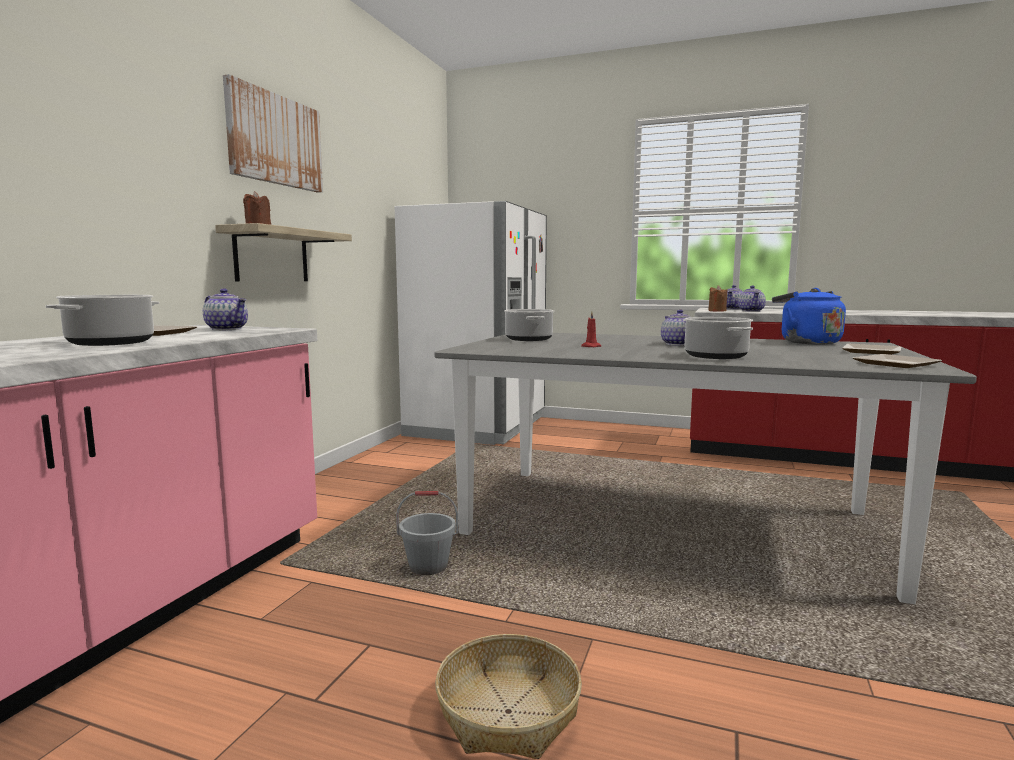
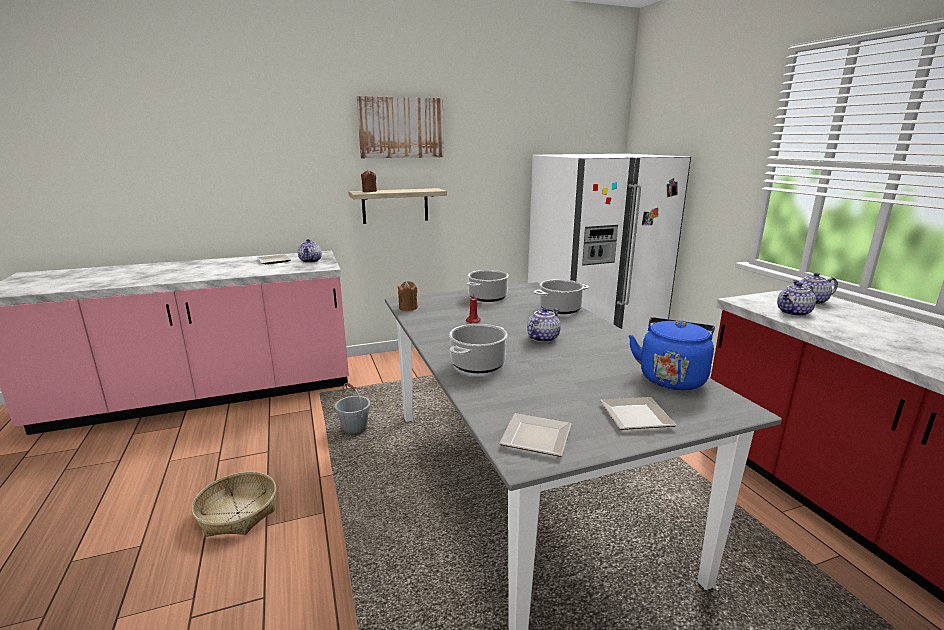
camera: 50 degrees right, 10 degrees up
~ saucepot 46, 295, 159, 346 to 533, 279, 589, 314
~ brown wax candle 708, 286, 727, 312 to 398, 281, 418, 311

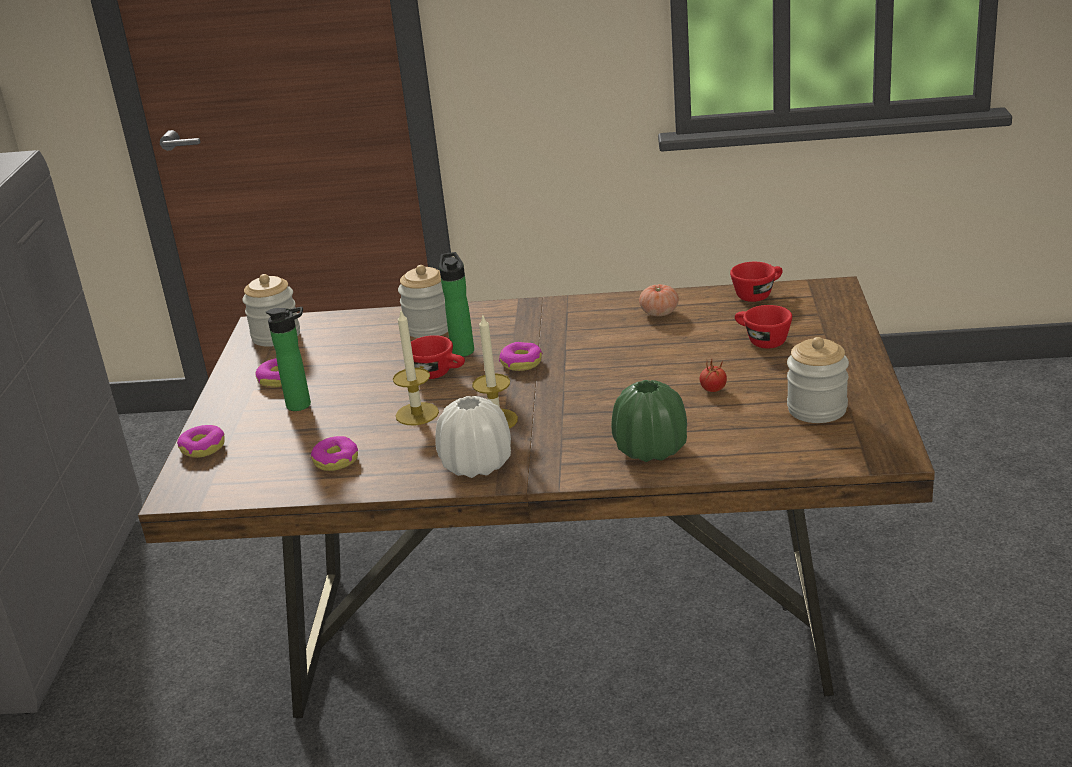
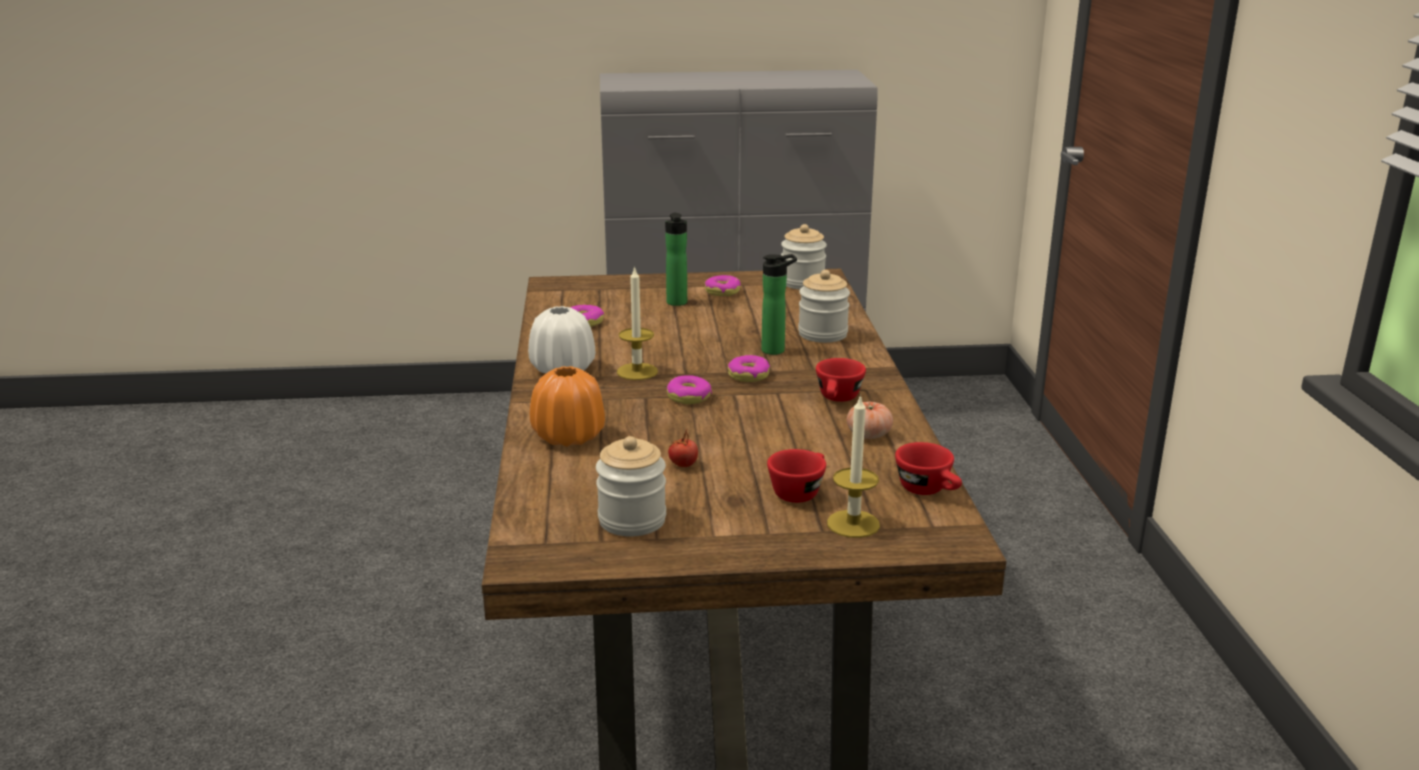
camera: 80 degrees right, 5 degrees down
~ donut 177, 425, 225, 458 to 667, 375, 712, 404
~ wax candle 393, 311, 439, 425 to 827, 394, 880, 538
~ red-coloured cup 411, 335, 465, 379 to 816, 358, 866, 402
~ green-coloured vase 611, 380, 687, 462 to orange-coloured vase 530, 366, 605, 447

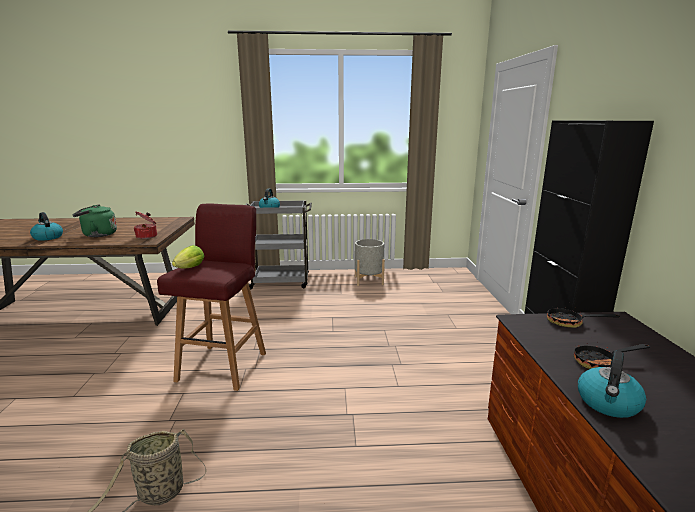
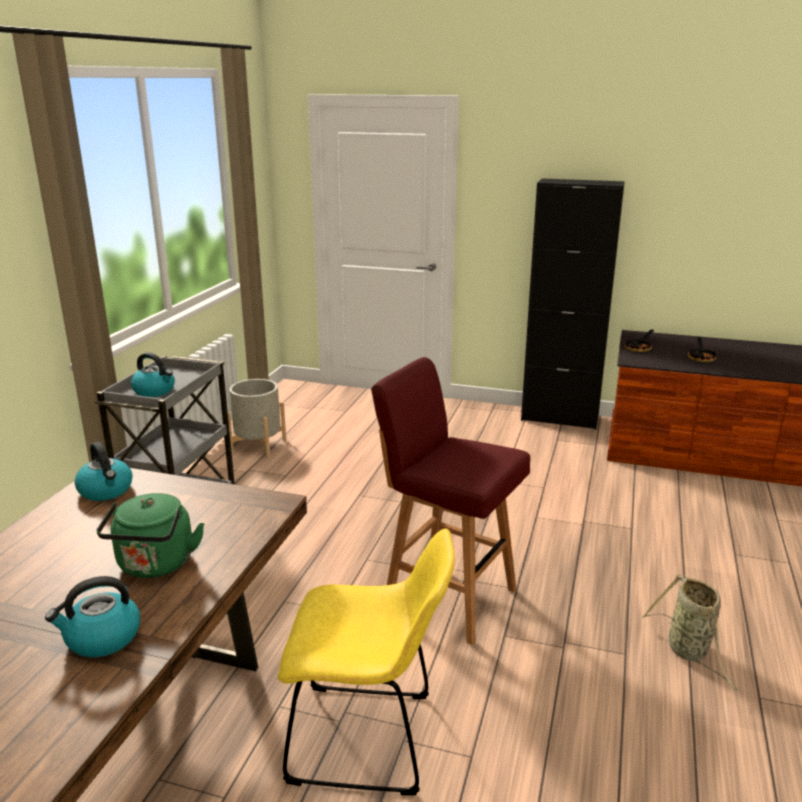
camera: 70 degrees left, 5 degrees up
- saucepot 133, 212, 157, 239
- lettuce 172, 245, 204, 268
~ tea kettle 578, 351, 646, 418 to 75, 442, 133, 501
+ yellow plain chair 278, 528, 455, 795

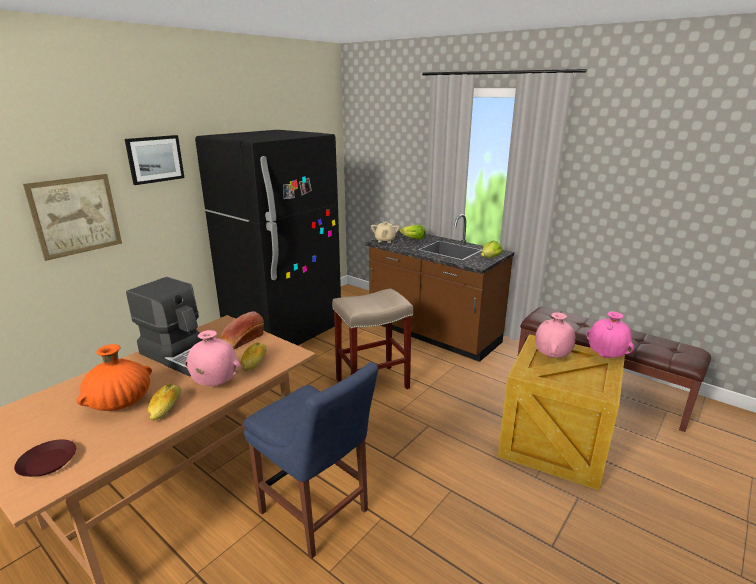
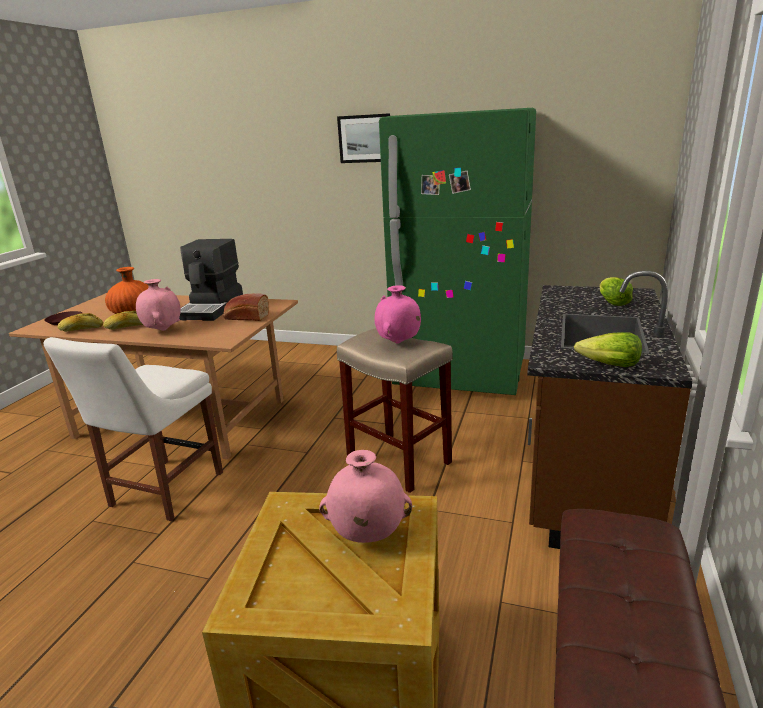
camera: 70 degrees right, 0 degrees up
- picture 23, 174, 122, 261
~ blackish kitchen fridge 195, 130, 341, 345 to green-coloured kitchen fridge 379, 108, 536, 395
~ baked bread 241, 342, 267, 371 to 58, 313, 103, 332
~ blue-coloured plain chair 244, 362, 378, 559 to whitish plain chair 44, 337, 223, 521
- sand-coloured tea pot 371, 222, 400, 243
~ pink vase 586, 311, 634, 358 to 375, 285, 421, 344

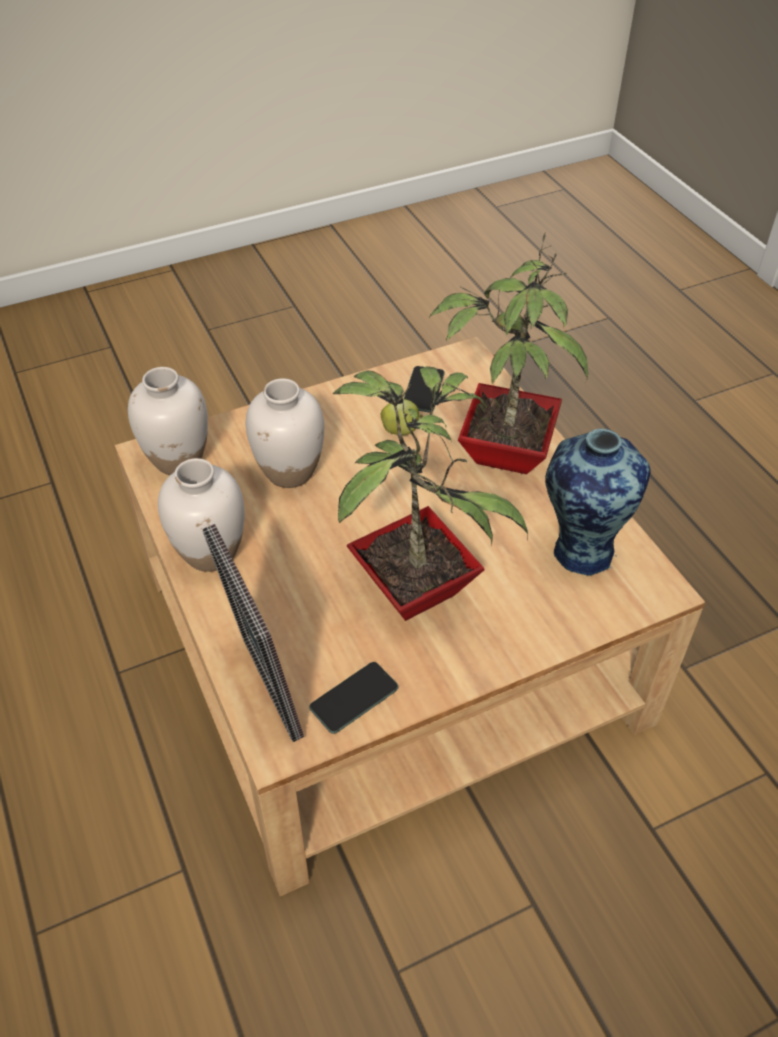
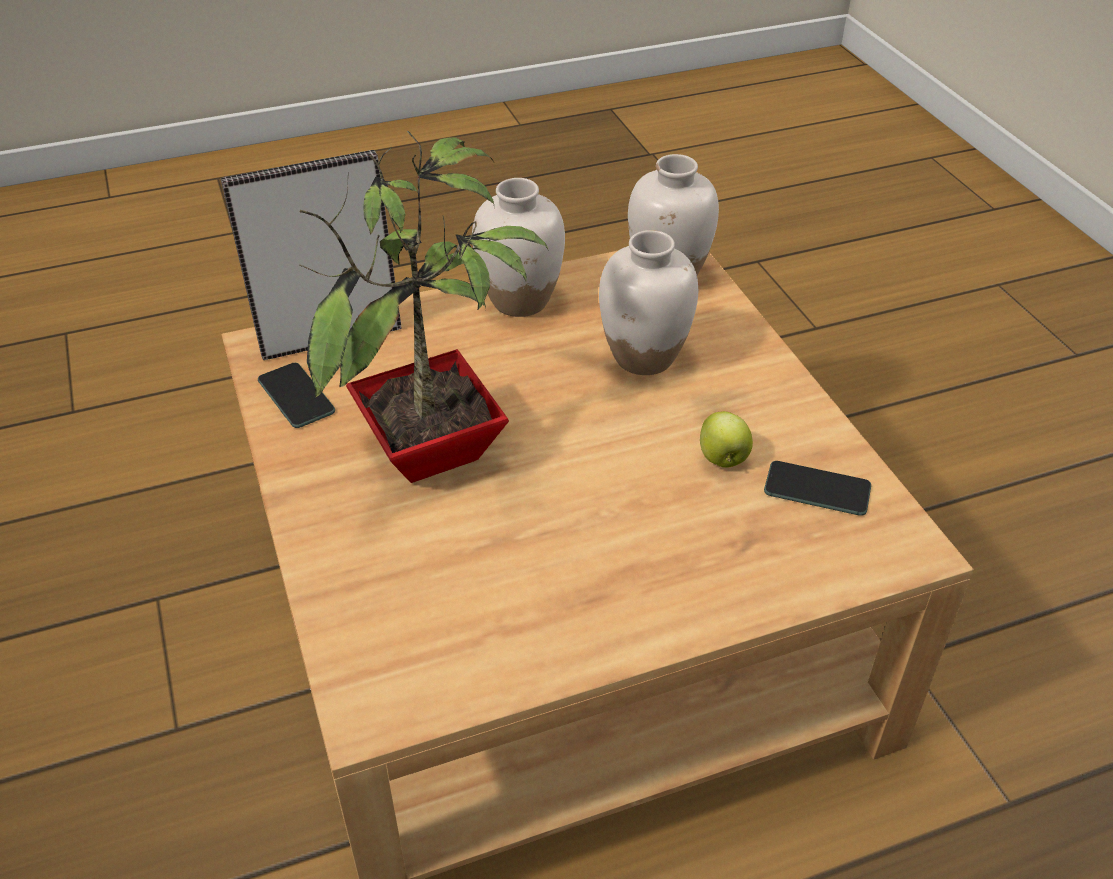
camera: 95 degrees right, 5 degrees down
- houseplant 429, 233, 588, 474
- vase 545, 429, 651, 576

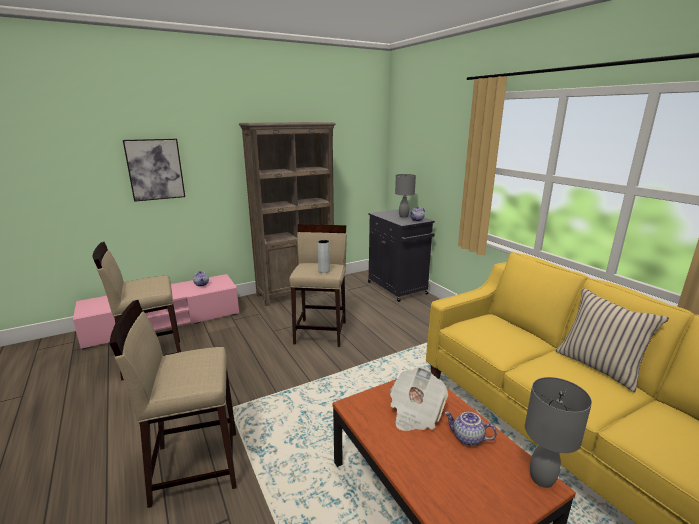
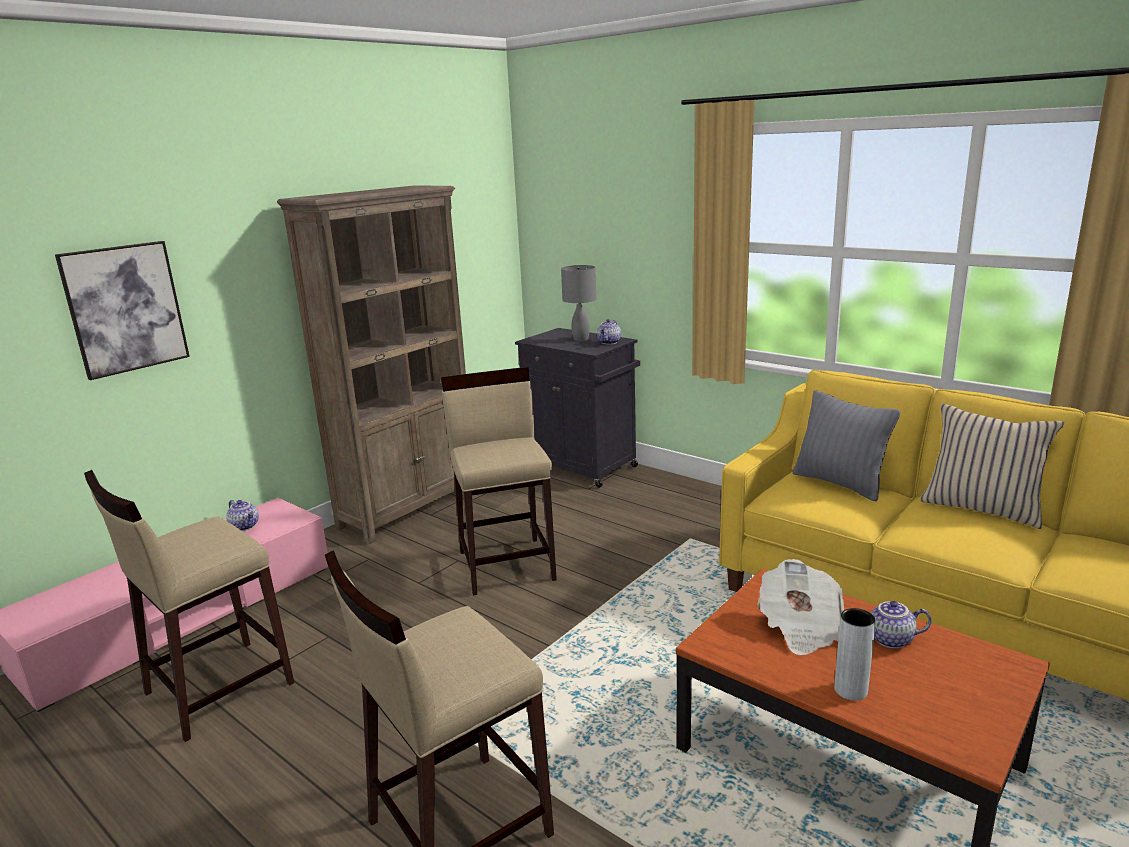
camera: 20 degrees left, 0 degrees up
~ gray vase 318, 240, 330, 273 to 834, 608, 876, 701
- gray tabletop lamp 525, 377, 592, 488
+ gray throw pillow 792, 390, 901, 501

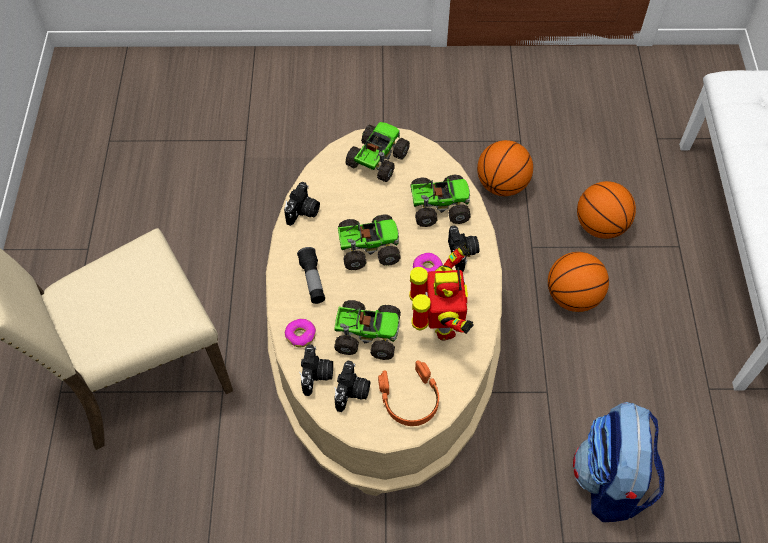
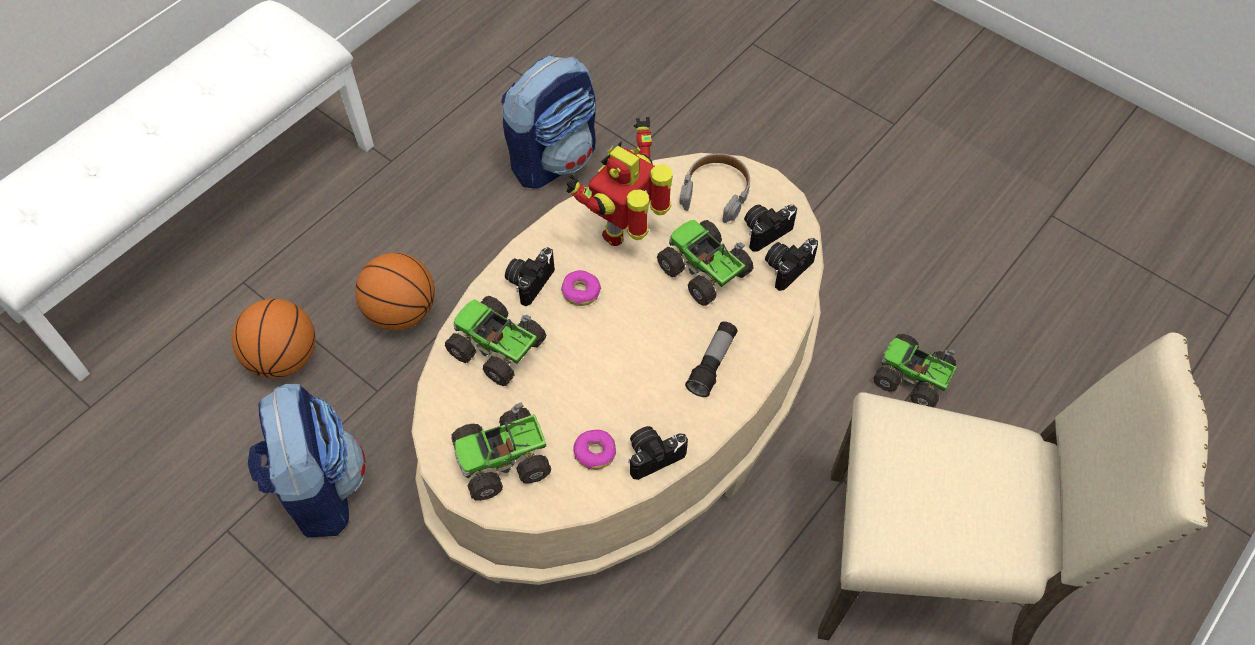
camera: 140 degrees left, 0 degrees up
~ donut 285, 319, 316, 347 to 573, 430, 616, 470
~ toy lorry 338, 215, 401, 270 to 873, 334, 957, 407
~ orange-coloured pair of headphones 378, 360, 439, 426 to gray pair of headphones 679, 153, 750, 223
~ ball for basketball 477, 140, 533, 196 to backpack 248, 384, 366, 537

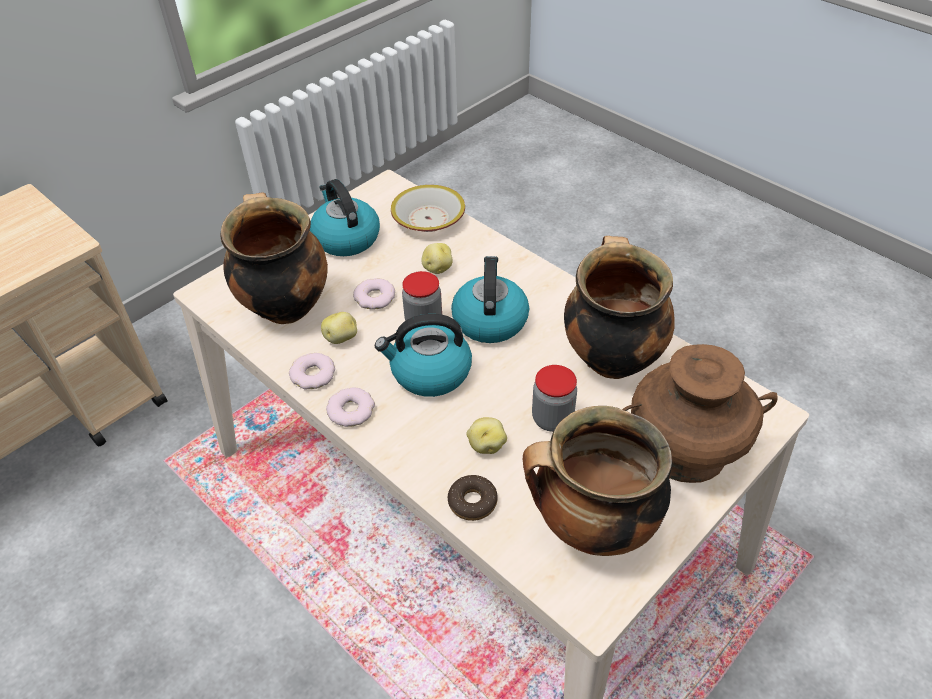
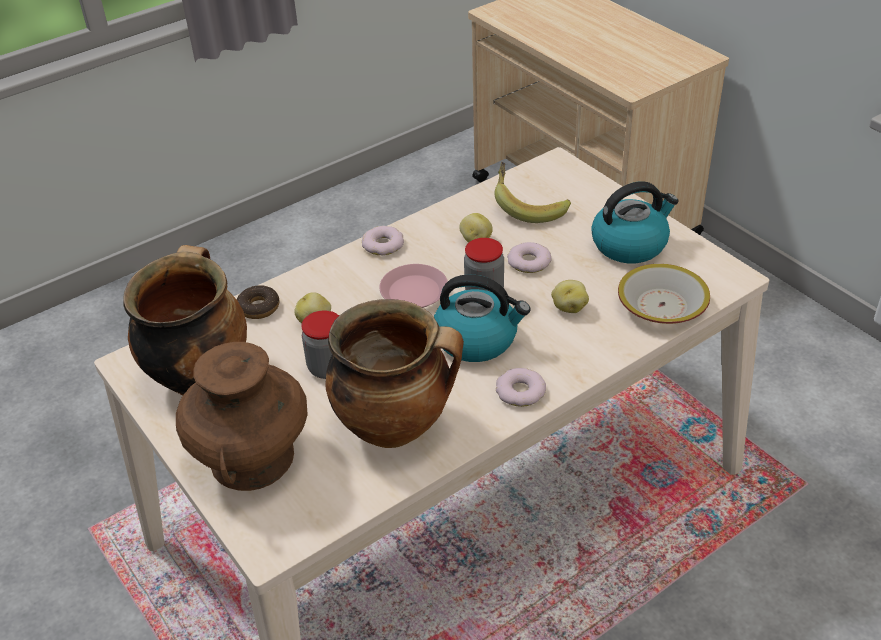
camera: 100 degrees right, 5 degrees down
~ saucepot 220, 192, 328, 324 to whole banana 494, 162, 571, 223
~ donut 289, 353, 335, 389 to 496, 368, 546, 407
~ tea kettle 375, 314, 472, 397 to pink plate 379, 264, 448, 308

